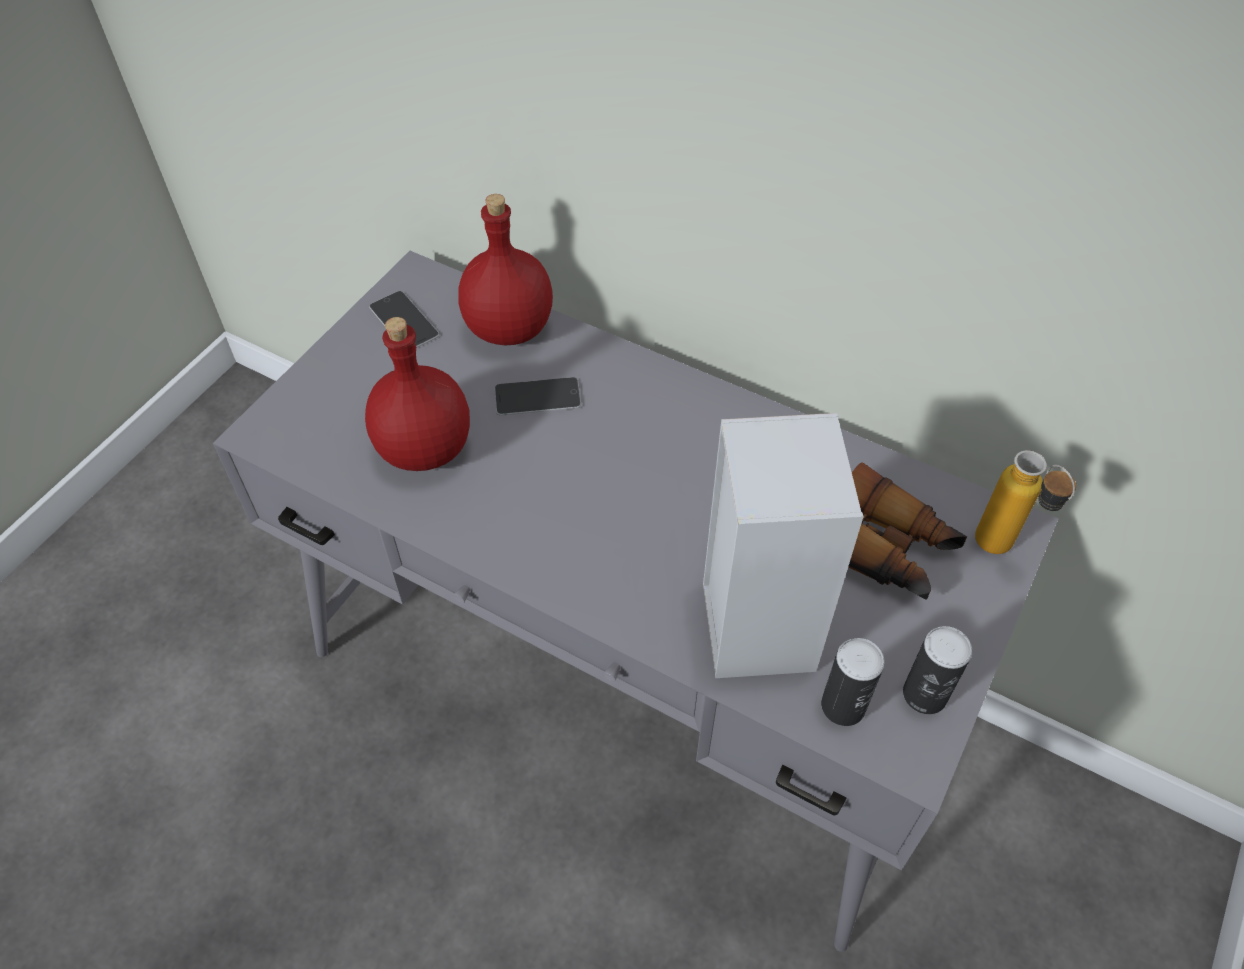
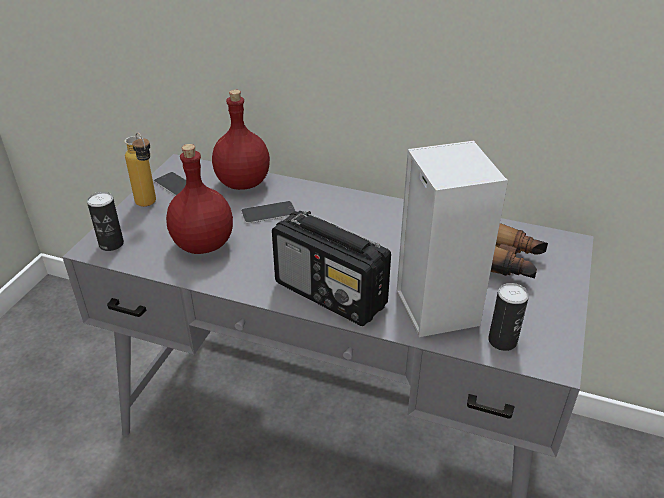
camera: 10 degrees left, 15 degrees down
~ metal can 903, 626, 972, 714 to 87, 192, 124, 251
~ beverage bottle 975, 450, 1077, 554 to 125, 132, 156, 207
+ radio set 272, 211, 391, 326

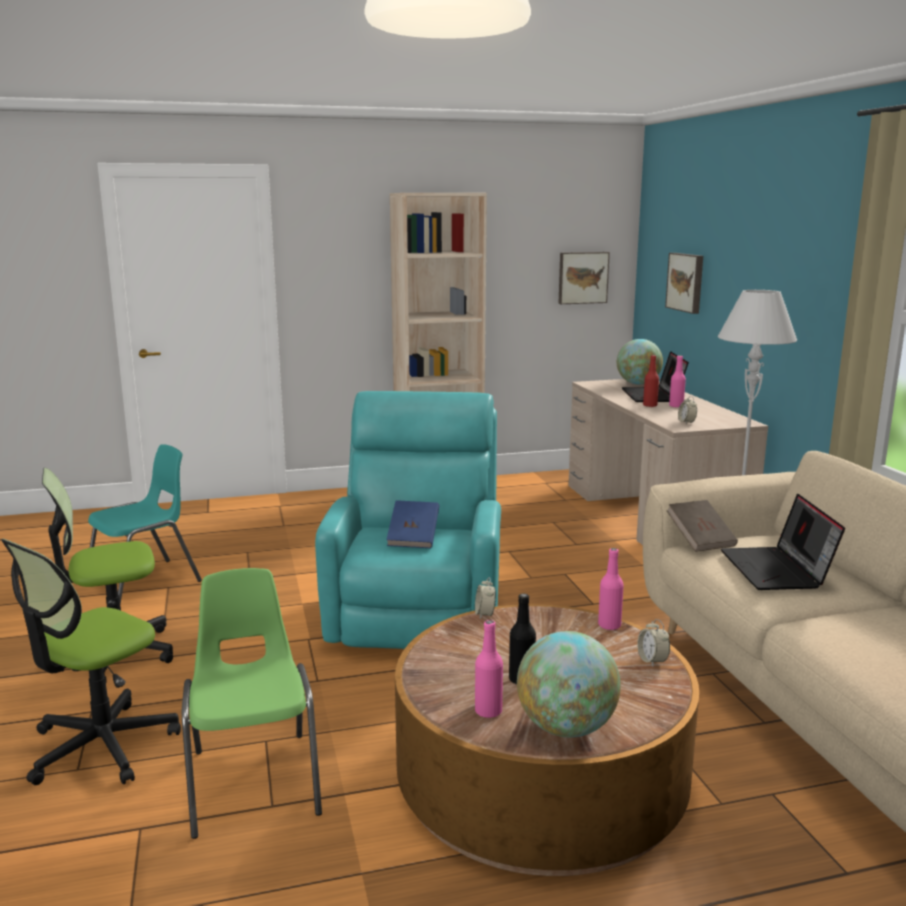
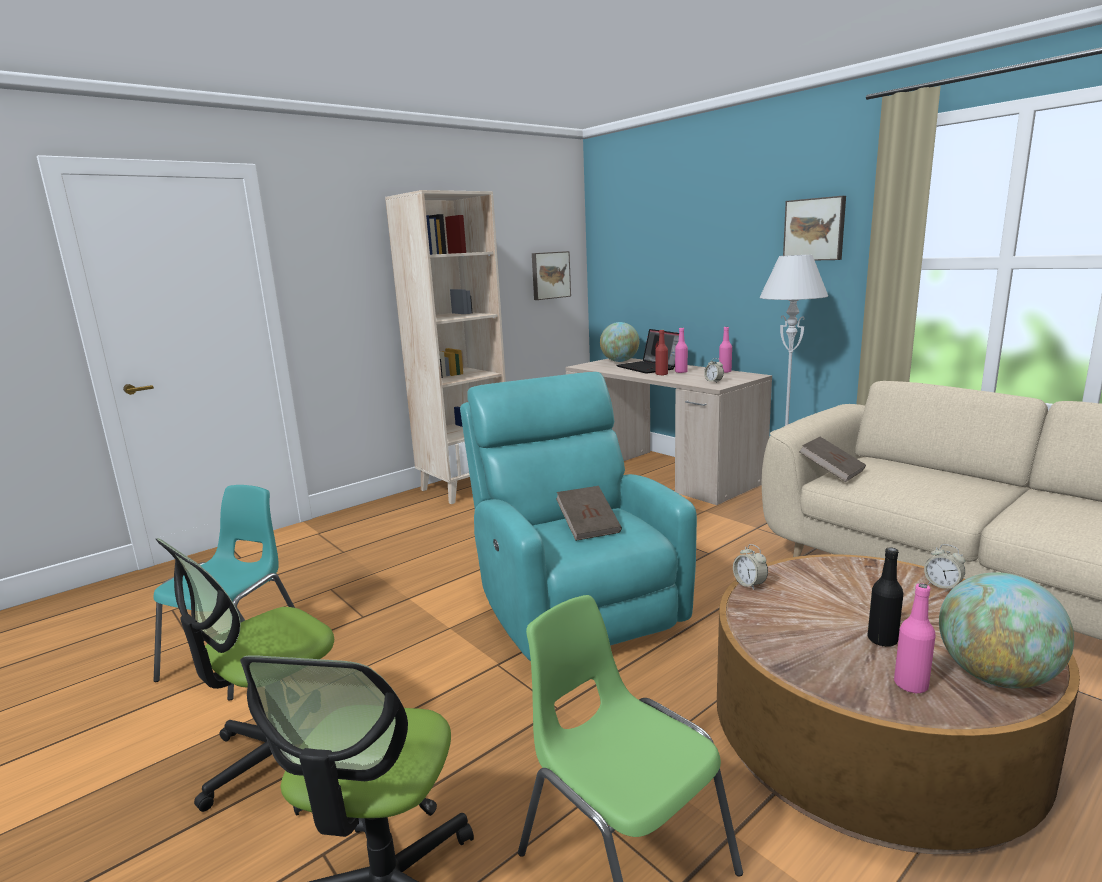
camera: 25 degrees left, 0 degrees up
~ blue-coloured bound book 386, 500, 439, 548 to brown bound book 556, 486, 622, 541
~ pink beverage bottle 598, 548, 624, 630 to 719, 327, 732, 372
~ picture 665, 253, 703, 314 to 783, 196, 846, 260
- portable computer 721, 494, 845, 590

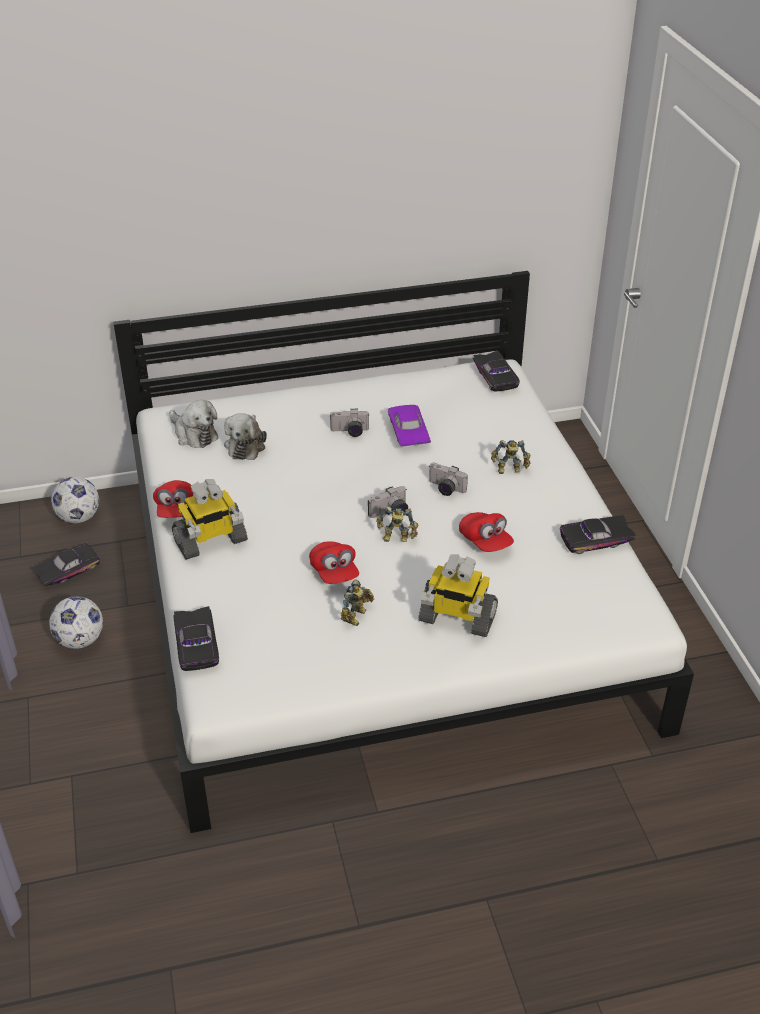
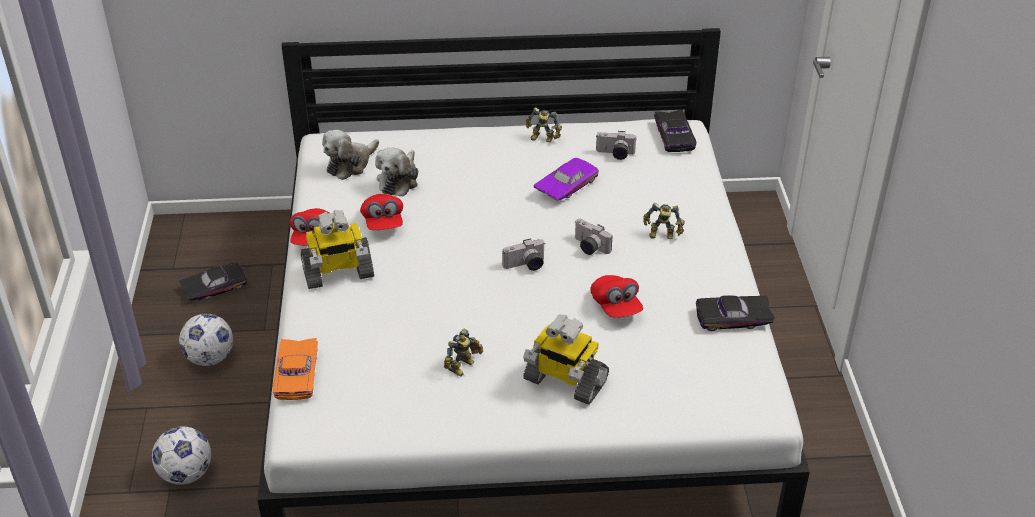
camera: 10 degrees right, 0 degrees up
~ football 51, 477, 99, 523 to 152, 426, 211, 485
~ cuddly toy 169, 400, 218, 448 = 322, 130, 379, 180 75 degrees clockwise
~ blackish model car 173, 606, 219, 671 to orange-coloured model car 273, 338, 318, 400
~ red-coloured peaked cap 309, 541, 359, 584 to 360, 194, 403, 230
~ still camera 329, 409, 370, 437 to 596, 131, 636, 160
~ toy robot 376, 506, 418, 542 to 525, 107, 562, 142
~ purple model car 388, 405, 431, 447 = 533, 158, 599, 201 45 degrees clockwise

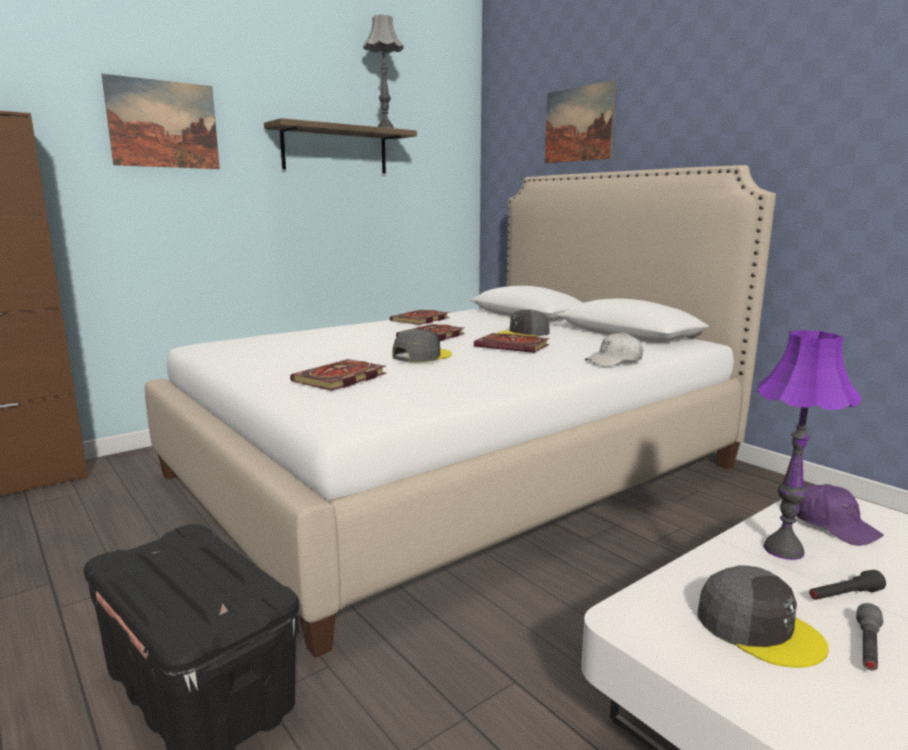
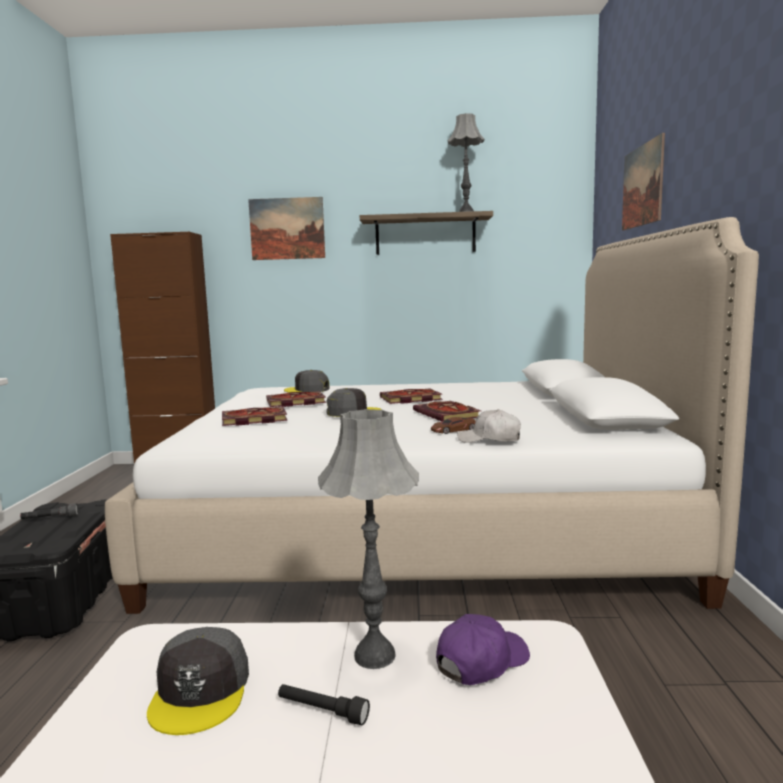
camera: 40 degrees right, 5 degrees down
~ bound book 390, 310, 449, 325 to 266, 391, 326, 407
~ gray peaked cap 498, 309, 550, 336 to 284, 370, 330, 393
~ purple tabletop lamp 757, 330, 862, 560 to gray tabletop lamp 318, 409, 419, 669
~ purple peaked cap 796, 484, 884, 546 = 436, 614, 530, 685 135 degrees counterclockwise
~ gray hand torch 856, 603, 883, 670 to 20, 503, 78, 519
+ brown model car 431, 417, 476, 434

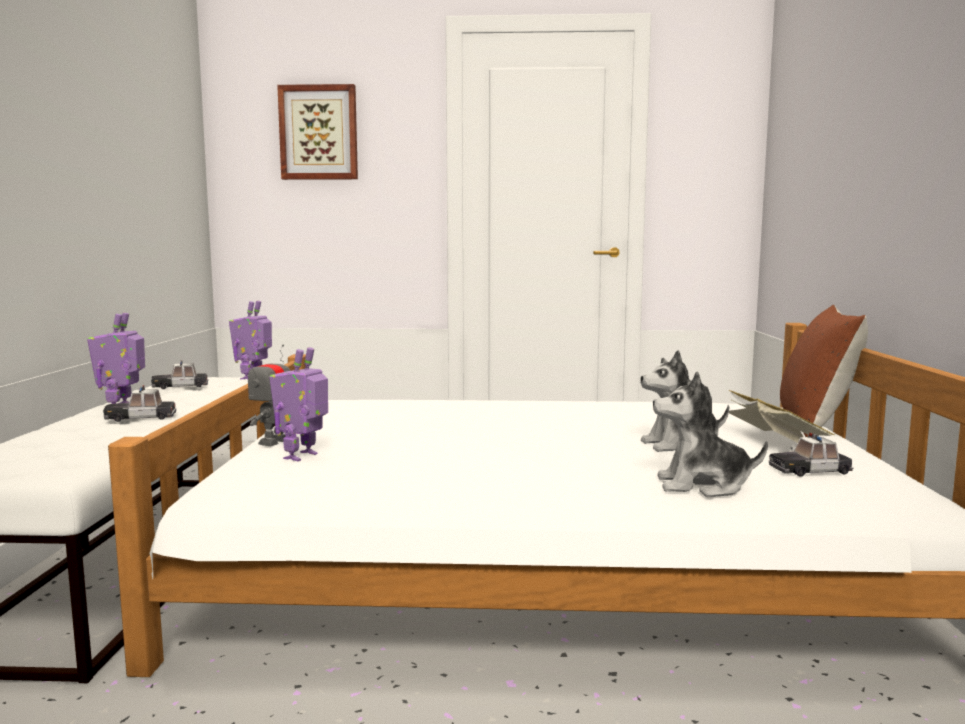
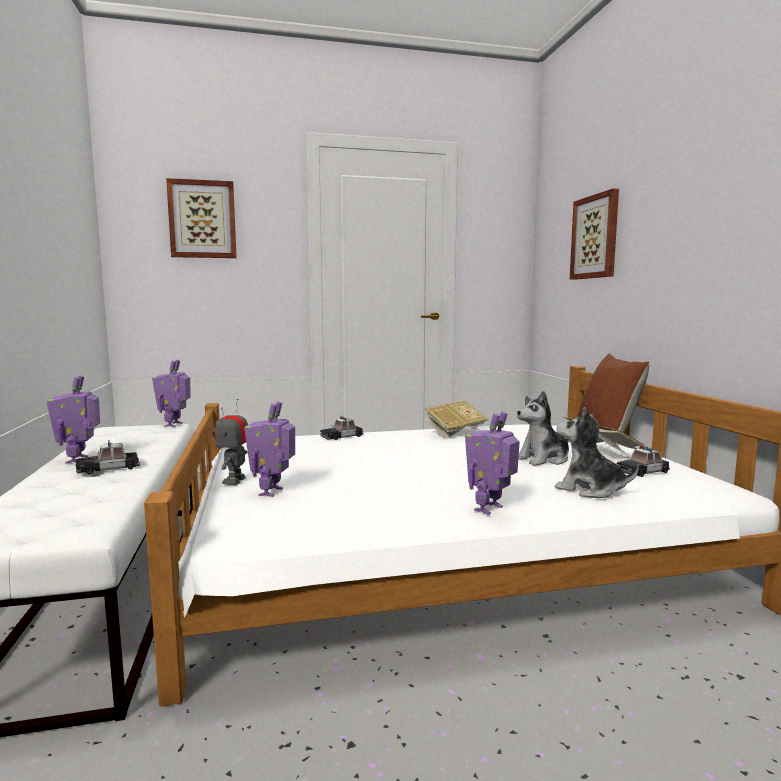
camera: 15 degrees left, 0 degrees up
~ model car 151, 360, 208, 389 to 320, 416, 363, 440
~ cuddly toy 653, 372, 768, 497 = 554, 407, 639, 498 45 degrees clockwise
+ bound book 424, 401, 489, 438
+ toy robot 465, 411, 520, 515
+ picture 570, 189, 619, 280

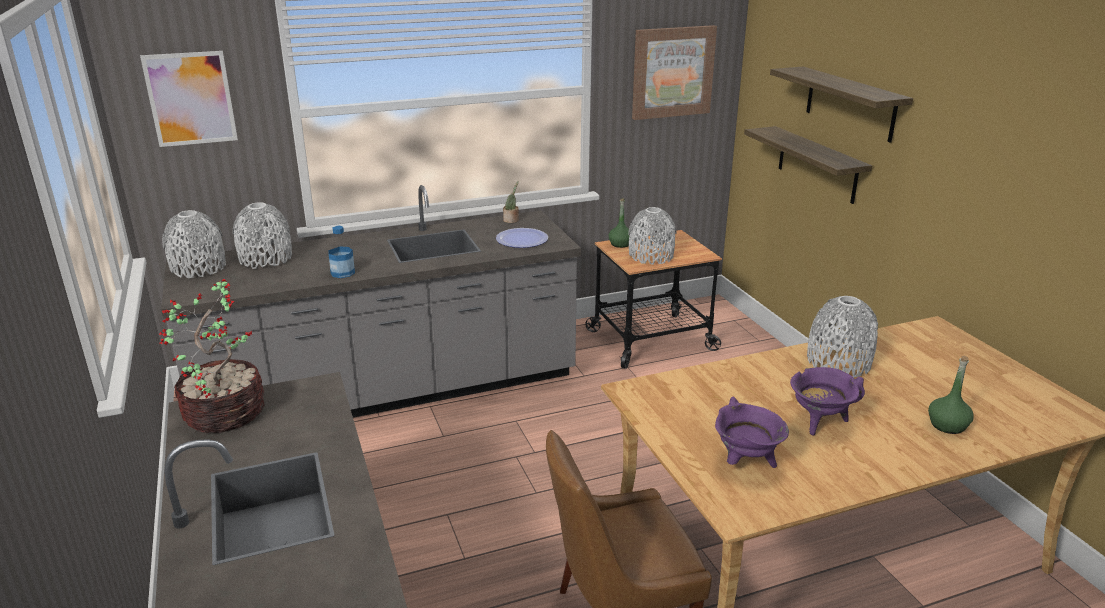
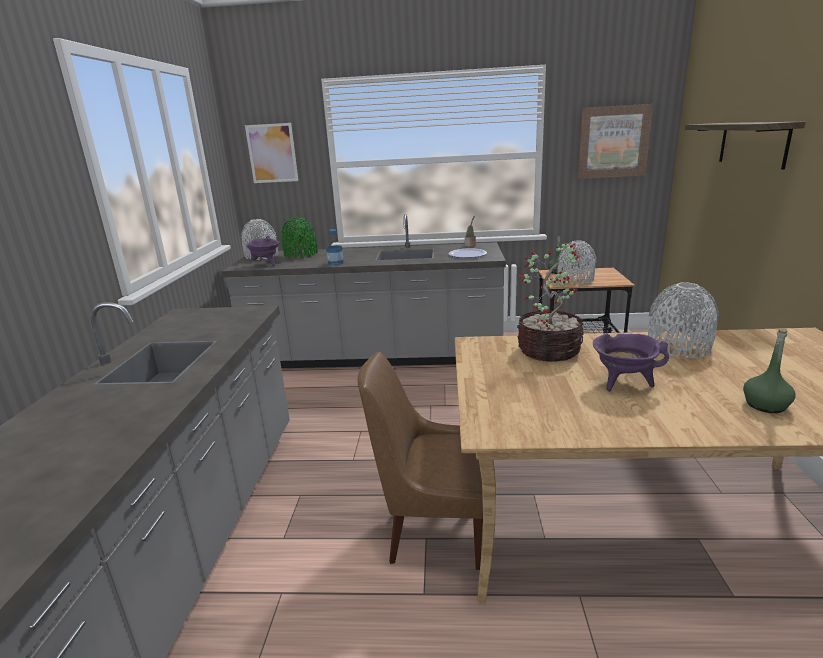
camera: 25 degrees right, 5 degrees down
~ houseplant 159, 279, 265, 433 to 517, 243, 583, 362
~ gray vase 232, 202, 292, 269 to green-coloured vase 281, 217, 317, 258
~ purple saucepot 715, 397, 789, 468 to 246, 236, 280, 266
- shelf 744, 126, 872, 204

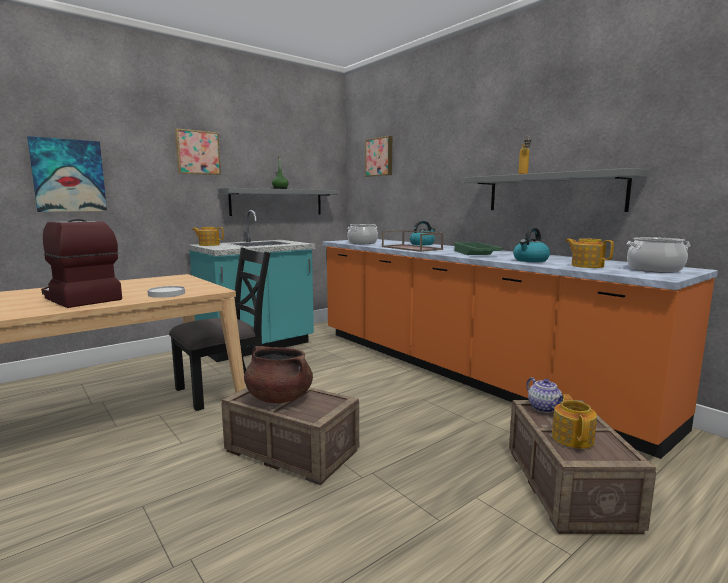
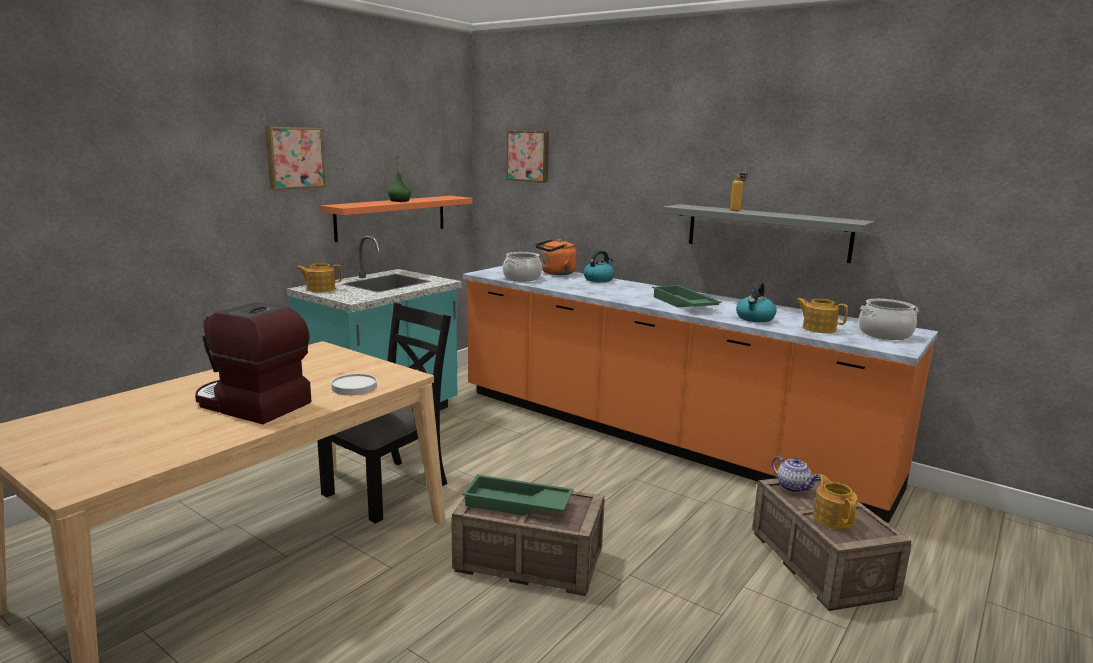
camera: 15 degrees left, 5 degrees up
- picture 27, 136, 107, 212
~ gray shelf 218, 188, 340, 216 to orange-coloured shelf 321, 196, 473, 242
~ brown saucepot 244, 346, 313, 404 to green-coloured tray 462, 474, 574, 516
- brown tray 382, 230, 444, 252
+ orange-coloured tea kettle 535, 239, 577, 275

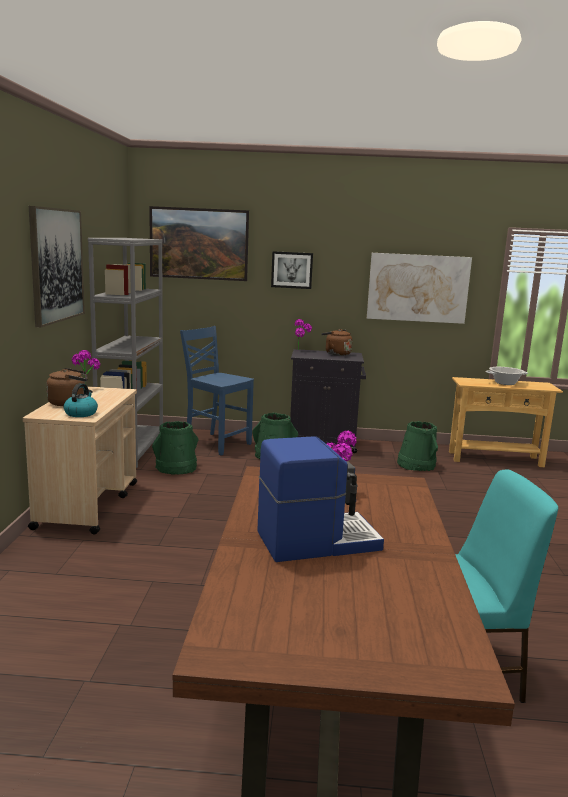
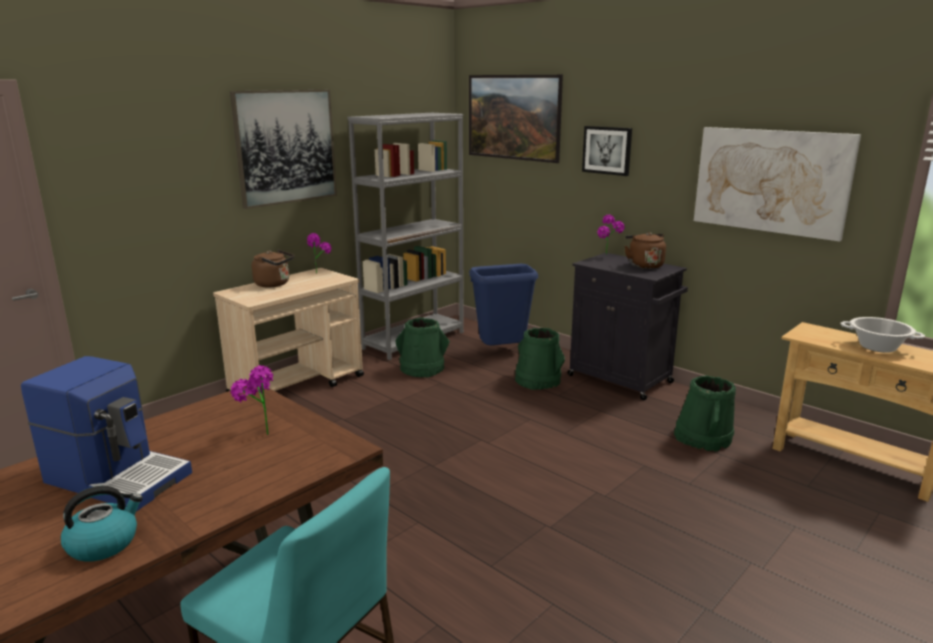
camera: 40 degrees right, 5 degrees up
~ tea kettle 64, 383, 98, 417 to 61, 486, 143, 562
~ blue-coloured plain chair 180, 326, 254, 456 to blue-coloured rubbish bin 469, 264, 538, 345

